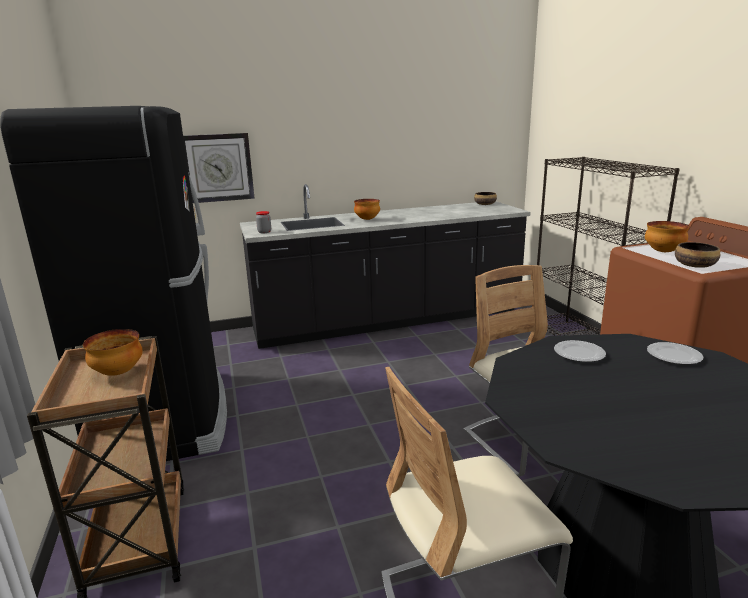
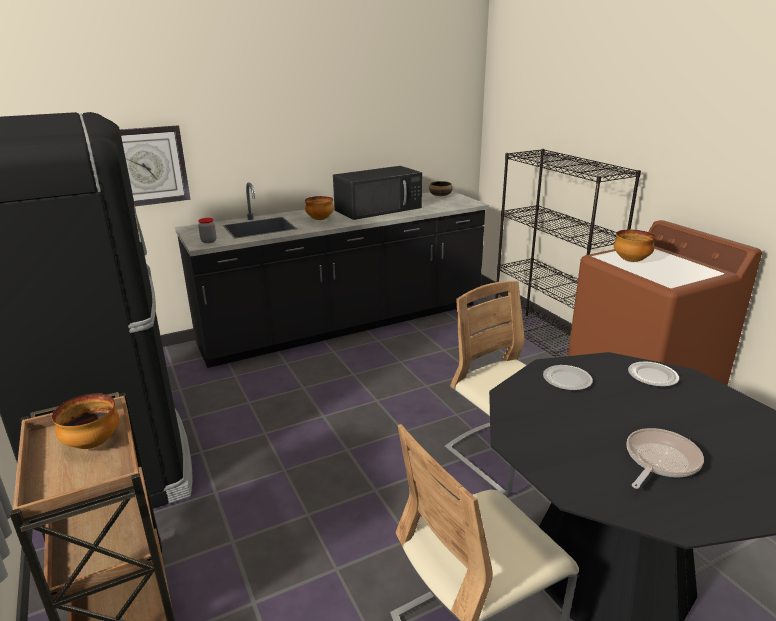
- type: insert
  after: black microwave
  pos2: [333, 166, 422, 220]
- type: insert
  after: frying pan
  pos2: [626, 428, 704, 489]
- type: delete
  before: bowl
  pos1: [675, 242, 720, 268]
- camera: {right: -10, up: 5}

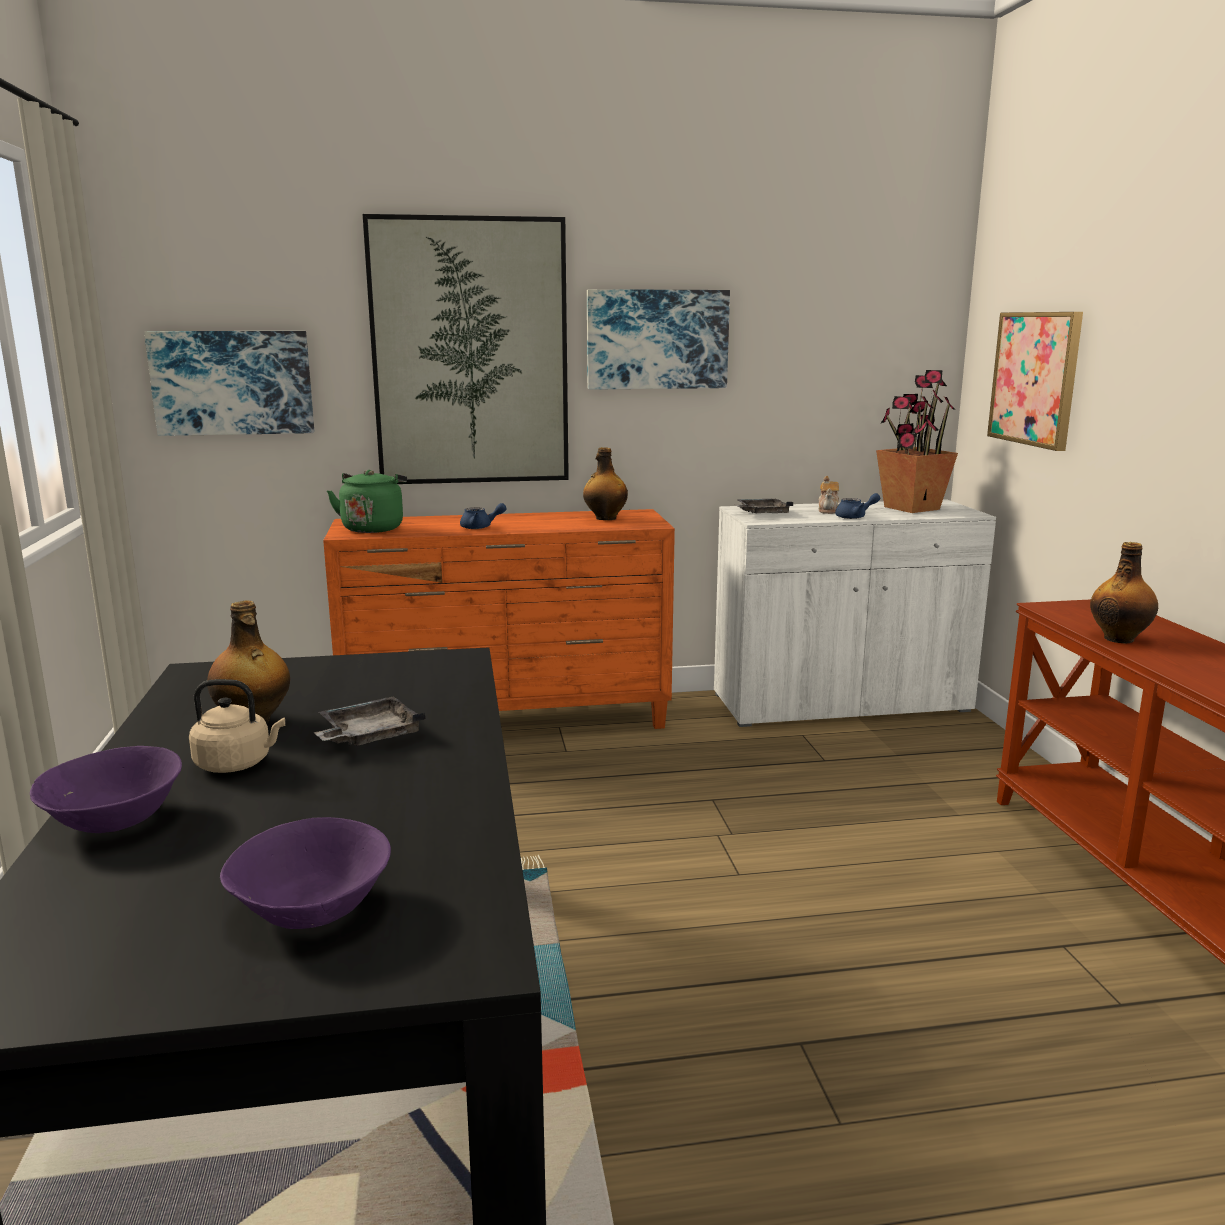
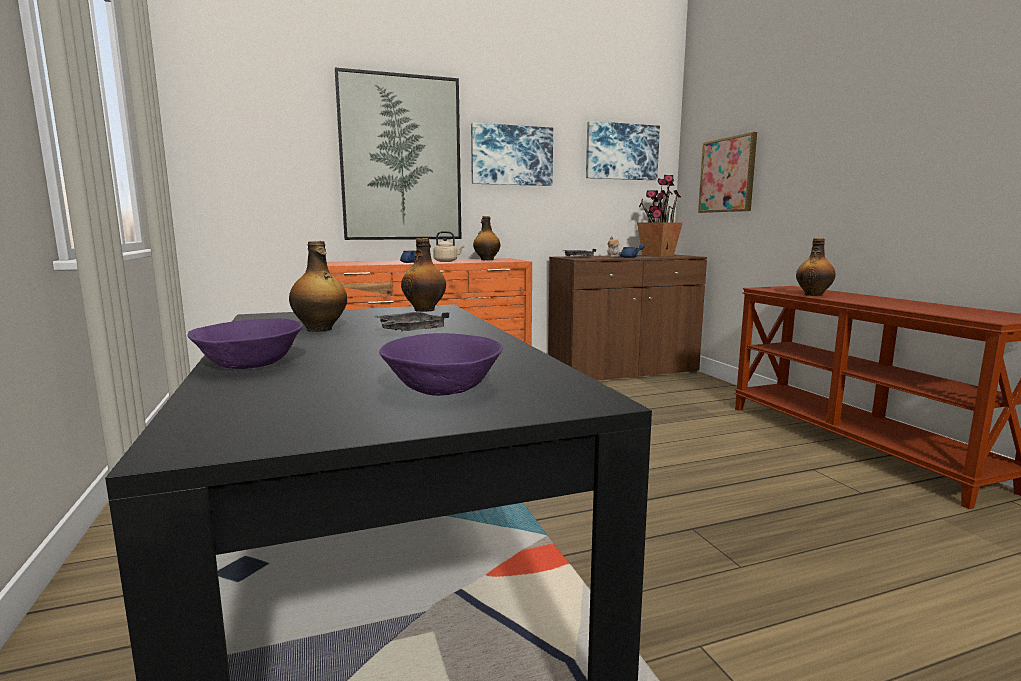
- type: insert
  after: bottle
  pos2: [401, 238, 446, 312]
- type: move
  before: beige kettle
  pos1: [189, 679, 285, 773]
  pos2: [433, 231, 465, 262]
- type: recolor
  before: white cabinet
  after: brown cabinet
  pos1: [714, 500, 996, 727]
  pos2: [548, 254, 707, 381]
- type: move
  before: picture
  pos1: [144, 331, 314, 436]
  pos2: [586, 121, 660, 180]
- type: delete
  before: green kettle
  pos1: [327, 470, 407, 533]
- camera: {right: -10, up: -5}

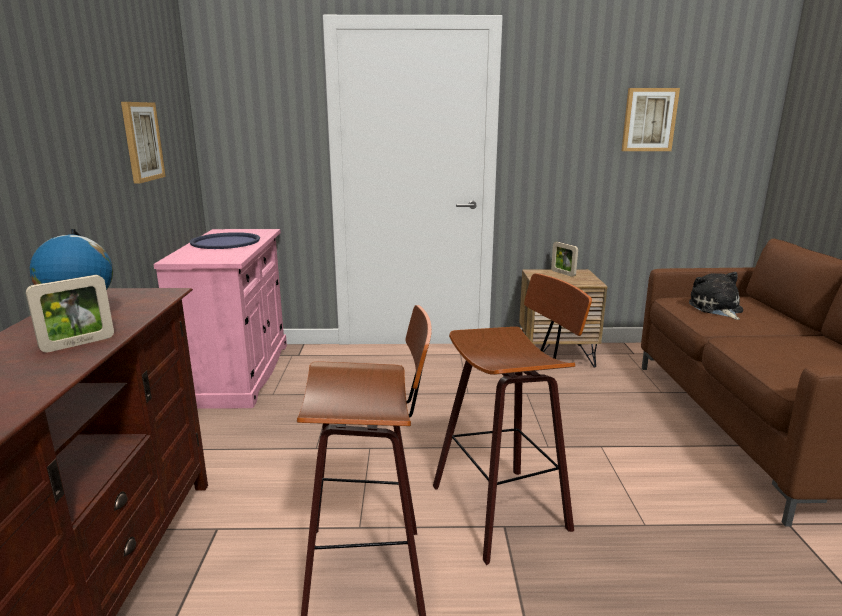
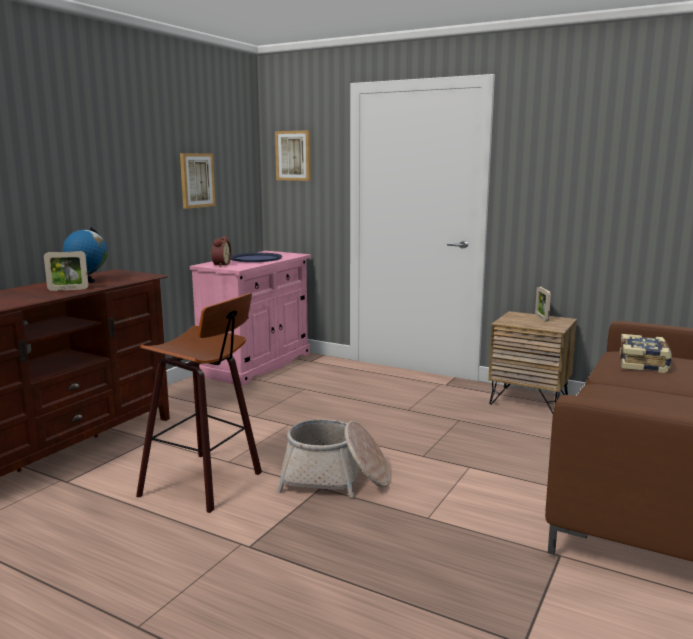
- type: insert
  after: alarm clock
  pos2: [210, 236, 231, 267]
- type: move
  before: picture
  pos1: [622, 88, 680, 151]
  pos2: [275, 130, 311, 181]
- type: replace
  before: stool
  after: basket
  pos1: [433, 273, 592, 565]
  pos2: [276, 419, 390, 498]
- type: replace
  before: plush toy
  after: book
  pos1: [689, 272, 743, 320]
  pos2: [620, 334, 672, 373]
- camera: {right: 30, up: -5}

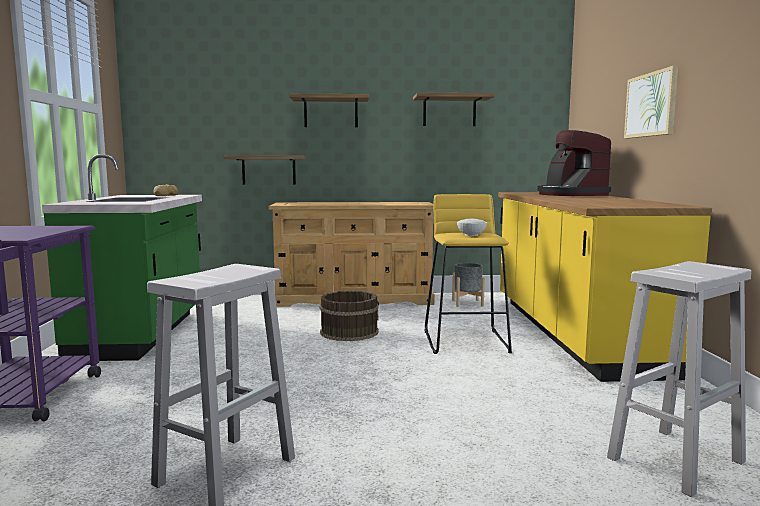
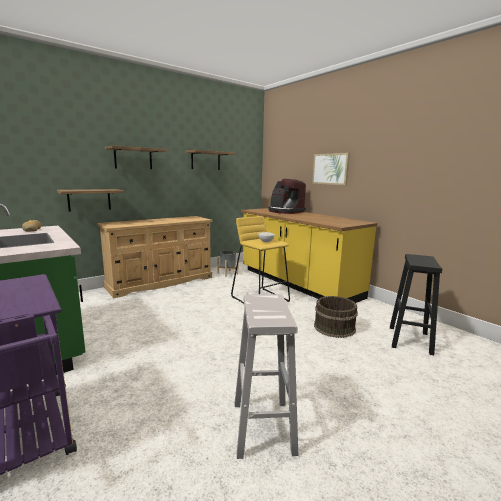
- type: move
  before: brown bucket
  pos1: [320, 291, 379, 341]
  pos2: [314, 296, 358, 338]
- type: recolor
  before: white stool
  after: black stool
  pos1: [607, 261, 751, 497]
  pos2: [390, 254, 442, 355]
- camera: {right: -35, up: 5}

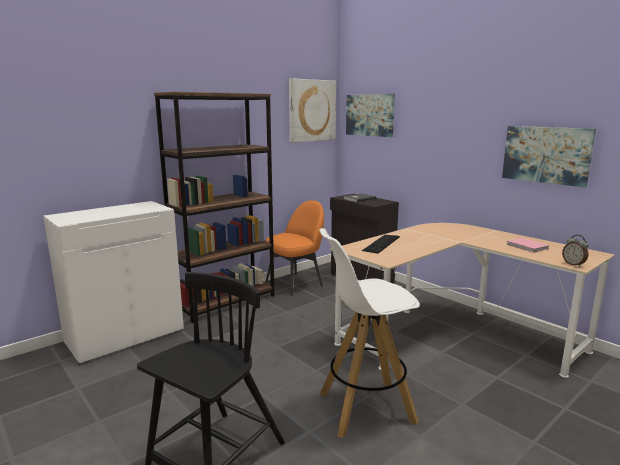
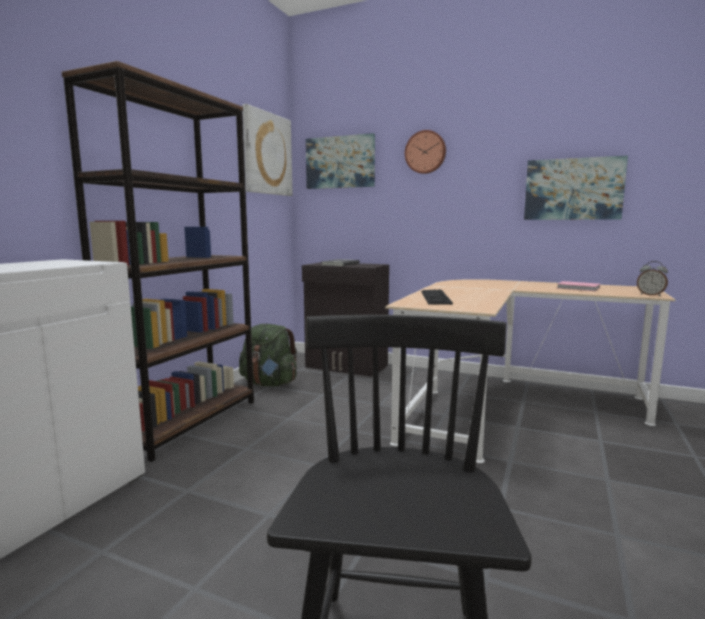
- type: replace
  before: orange chair
  after: green backpack
  pos1: [266, 200, 324, 296]
  pos2: [239, 324, 297, 386]
- type: insert
  after: wall clock
  pos2: [405, 130, 446, 174]
- type: delete
  before: white stool
  pos1: [319, 228, 420, 438]
- camera: {right: -25, up: -5}

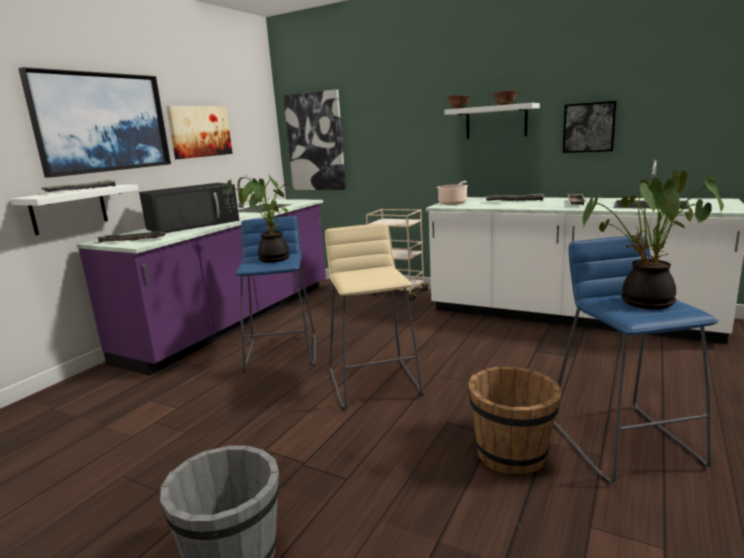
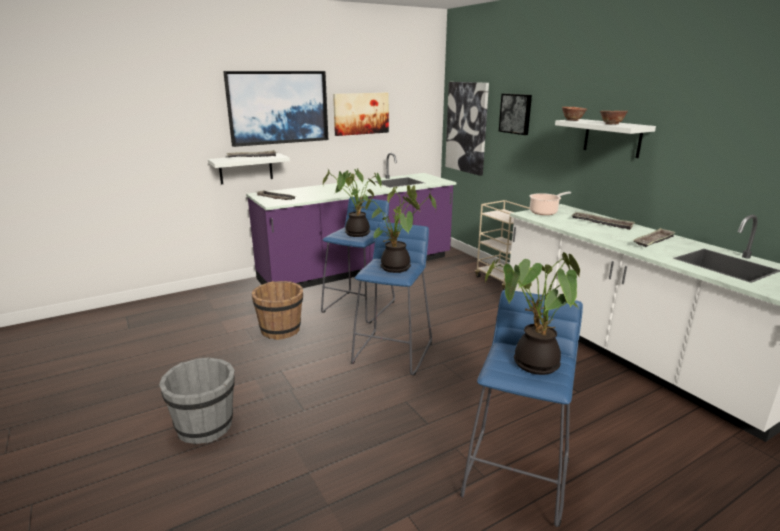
- type: move
  before: brown bucket
  pos1: [468, 366, 562, 474]
  pos2: [251, 281, 303, 340]
- type: recolor
  before: beige stool
  after: blue stool
  pos1: [325, 223, 424, 410]
  pos2: [351, 222, 432, 375]
- type: insert
  after: potted plant
  pos2: [365, 185, 436, 273]
- type: move
  before: picture
  pos1: [563, 101, 617, 153]
  pos2: [499, 94, 532, 135]
- type: delete
  before: black microwave
  pos1: [139, 183, 239, 233]
- camera: {right: 30, up: 5}

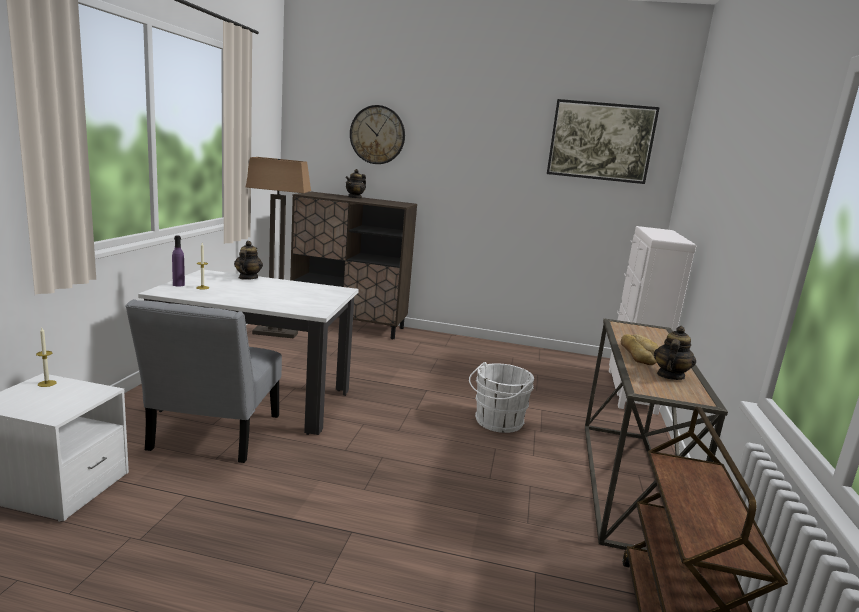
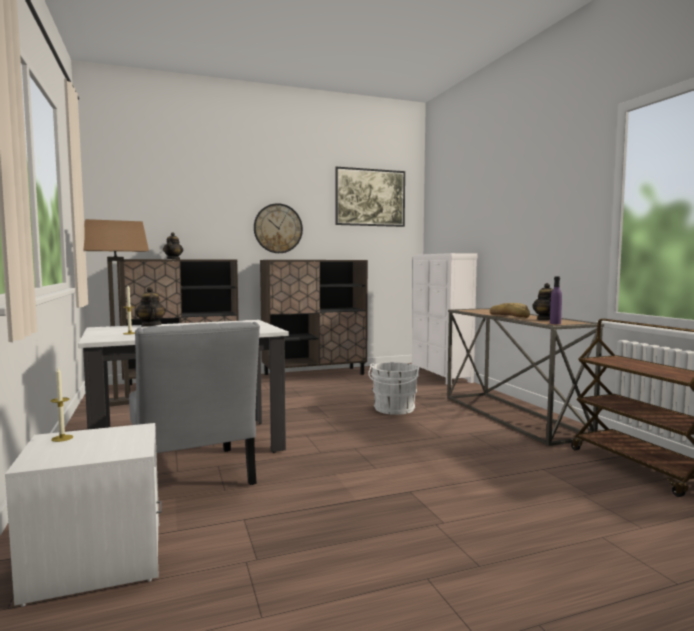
- type: move
  before: wall clock
  pos1: [350, 105, 405, 164]
  pos2: [254, 203, 303, 253]
- type: insert
  after: brown cabinet
  pos2: [260, 260, 368, 375]
- type: move
  before: purple bottle
  pos1: [172, 236, 185, 287]
  pos2: [550, 276, 562, 324]
- camera: {right: -30, up: -10}

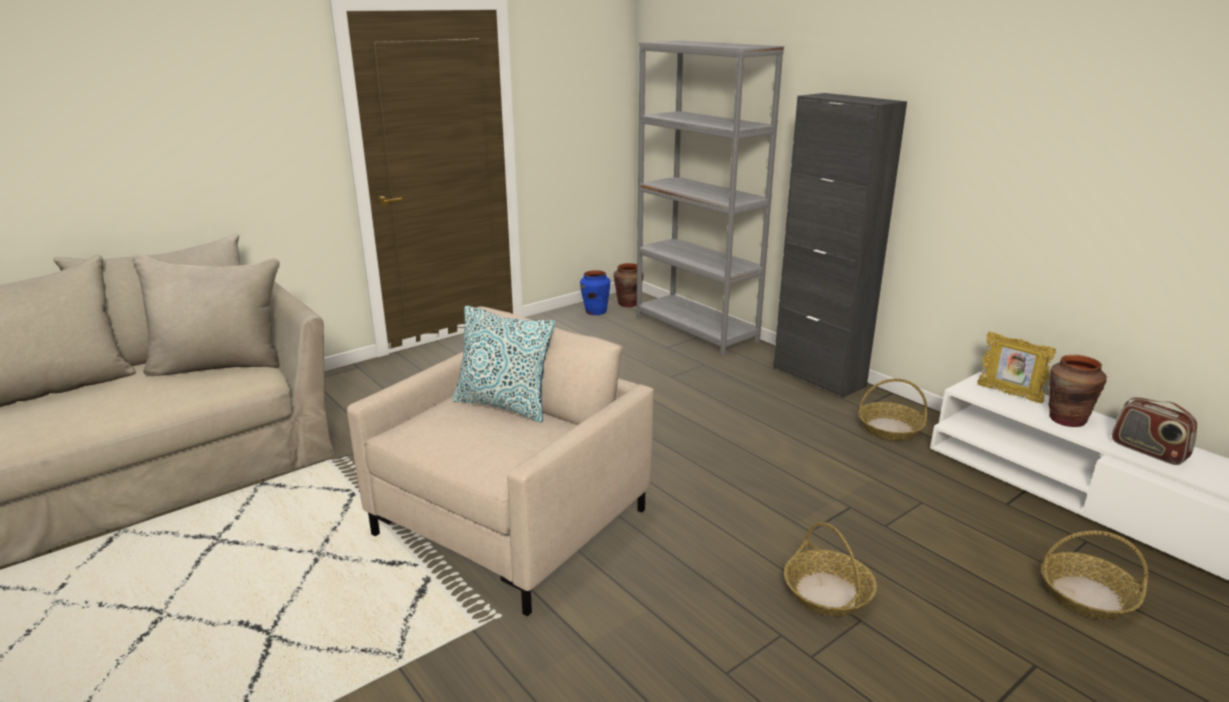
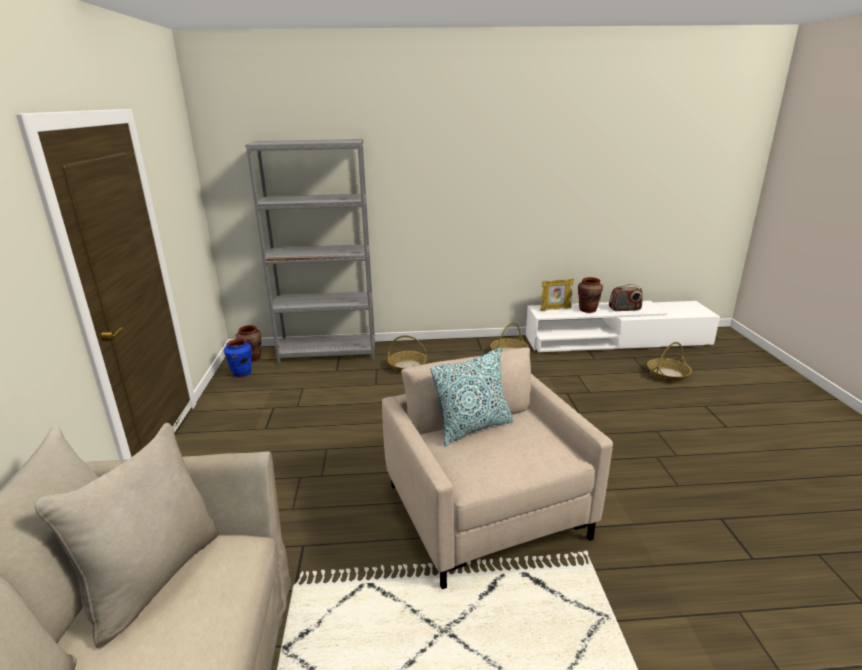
- type: move
  before: basket
  pos1: [784, 522, 877, 616]
  pos2: [388, 335, 428, 373]
- type: delete
  before: black cabinet
  pos1: [773, 93, 907, 398]
- camera: {right: -55, up: 0}

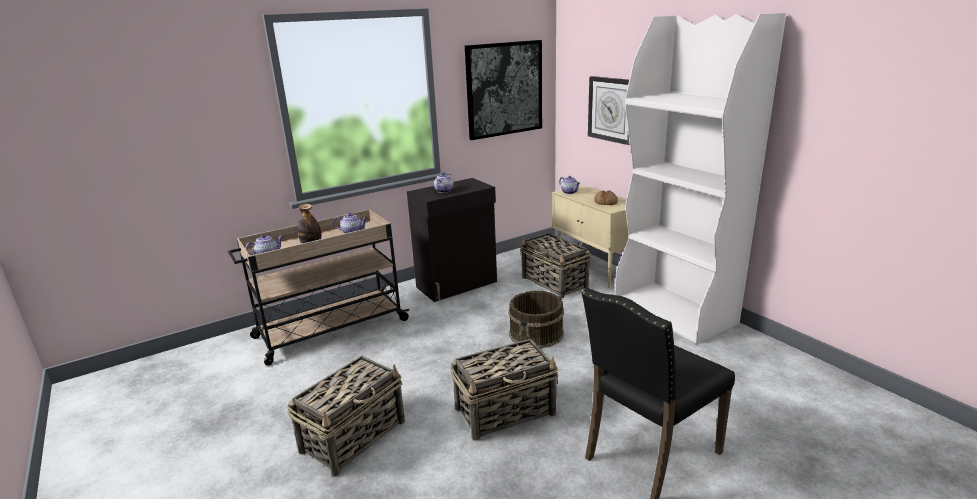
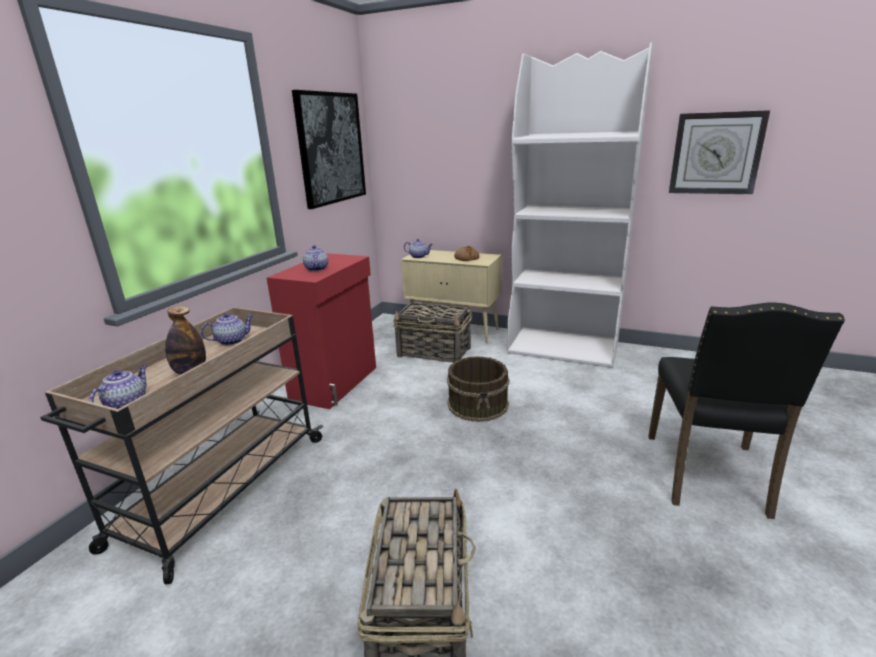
- type: recolor
  before: black cabinet
  after: red cabinet
  pos1: [407, 178, 497, 302]
  pos2: [267, 253, 376, 409]
- type: move
  before: wall clock
  pos1: [588, 76, 630, 145]
  pos2: [669, 110, 770, 194]
- type: delete
  before: basket
  pos1: [450, 339, 558, 441]
- camera: {right: -35, up: 0}

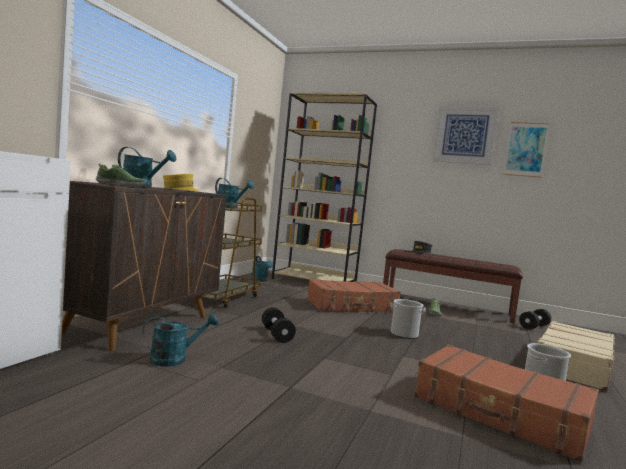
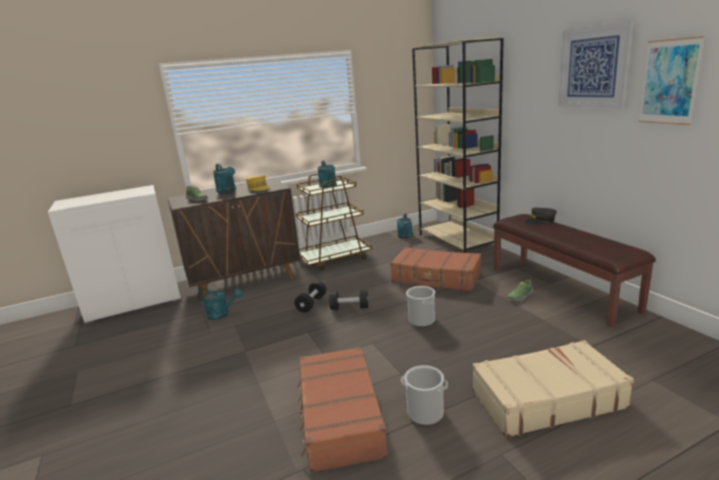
- type: move
  before: black dumbbell
  pos1: [519, 309, 551, 329]
  pos2: [329, 290, 369, 310]
- camera: {right: 45, up: 15}

